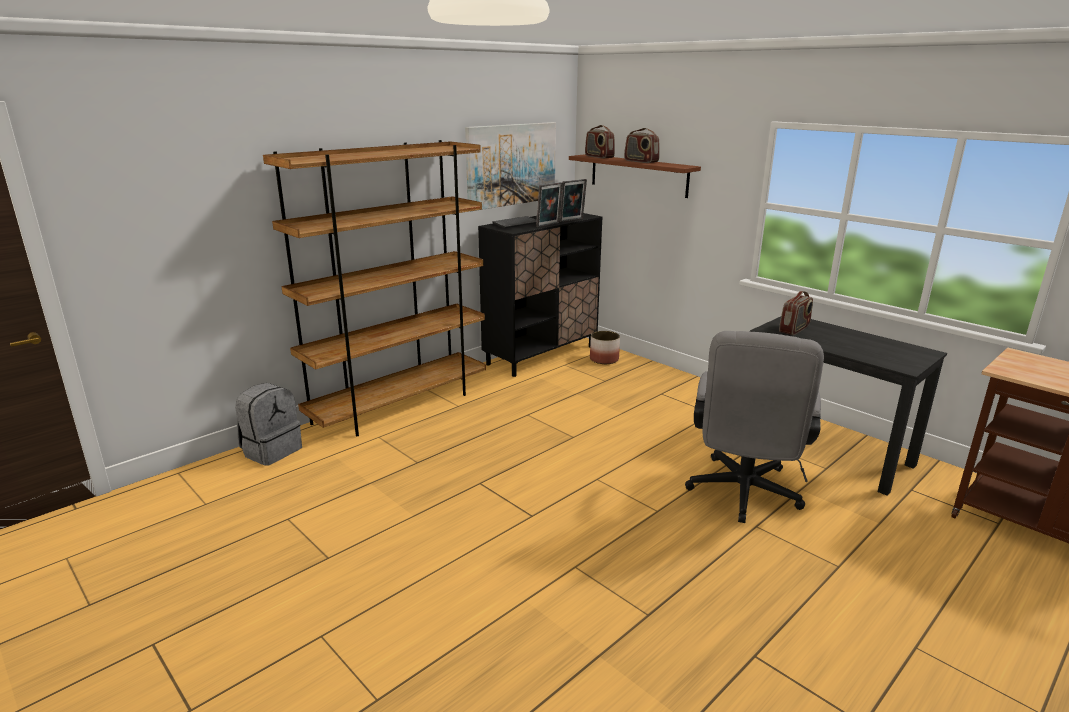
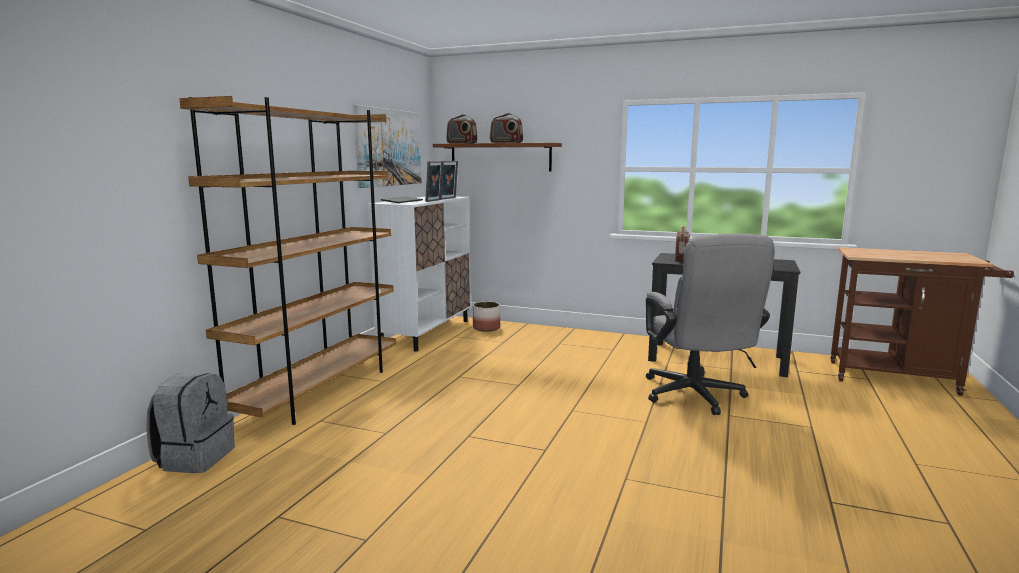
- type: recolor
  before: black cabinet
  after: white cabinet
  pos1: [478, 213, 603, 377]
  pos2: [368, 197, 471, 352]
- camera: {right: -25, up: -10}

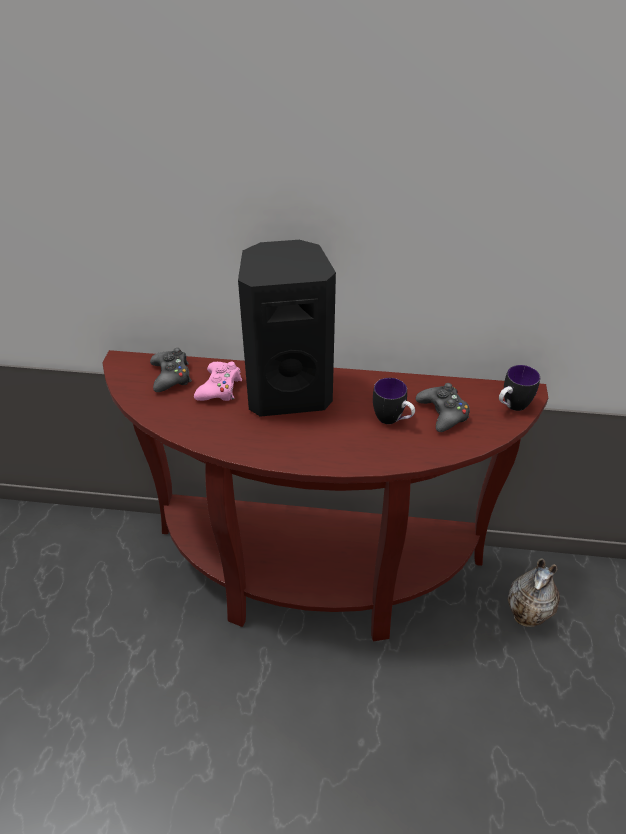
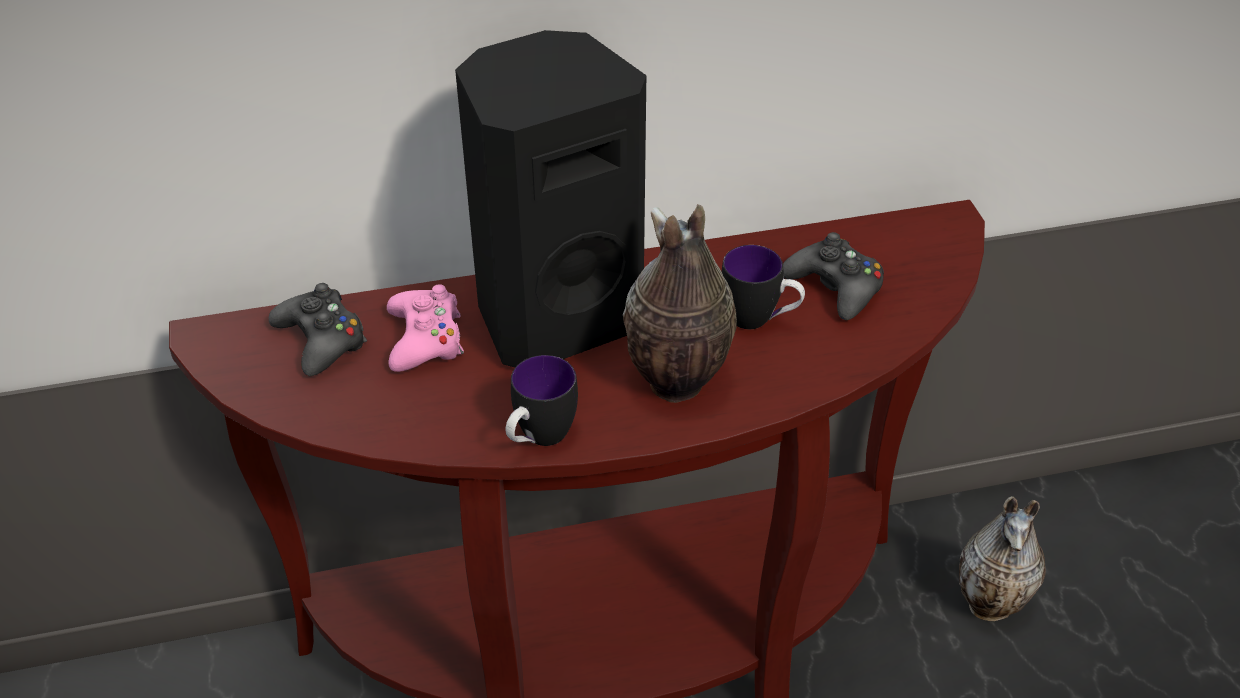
- type: move
  before: mug
  pos1: [499, 365, 540, 411]
  pos2: [505, 355, 578, 446]
- type: insert
  after: vase
  pos2: [623, 204, 737, 403]
- camera: {right: -20, up: 0}

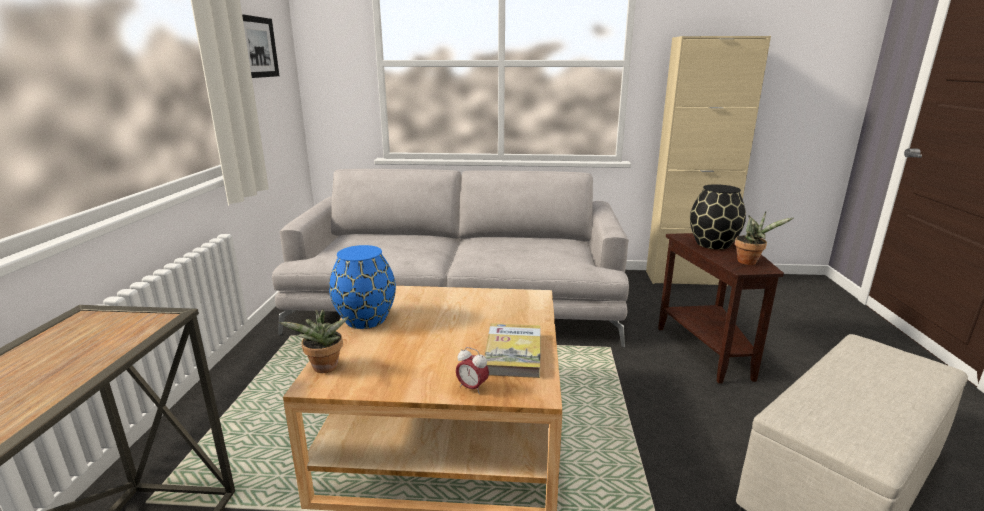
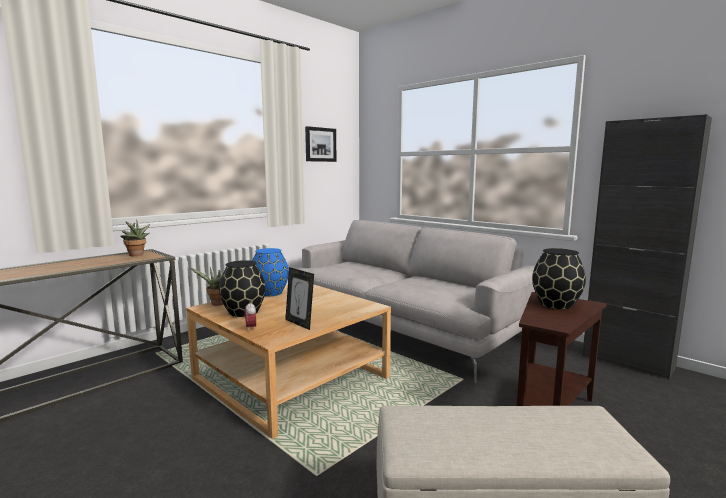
- type: move
  before: potted plant
  pos1: [735, 212, 793, 265]
  pos2: [120, 219, 150, 256]
- type: insert
  after: black vase
  pos2: [219, 260, 266, 317]
- type: replace
  before: book
  after: picture frame
  pos1: [484, 323, 540, 378]
  pos2: [285, 267, 314, 330]
- type: recolor
  before: beige cabinet
  after: black cabinet
  pos1: [646, 36, 771, 286]
  pos2: [582, 114, 712, 380]
- camera: {right: 40, up: -10}

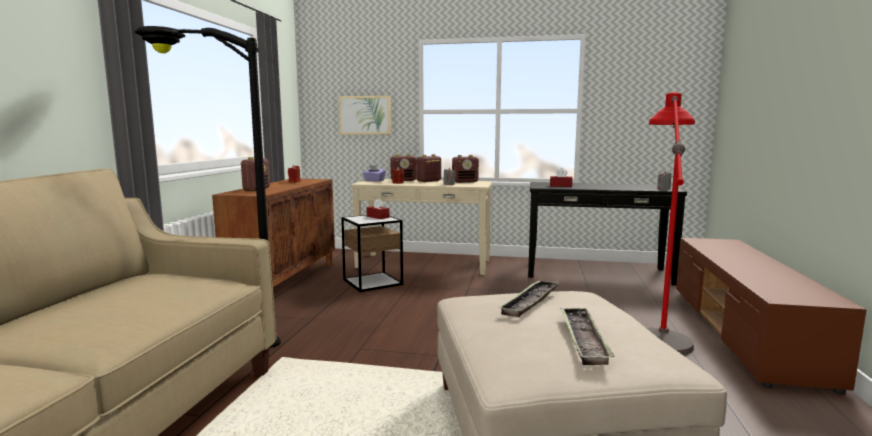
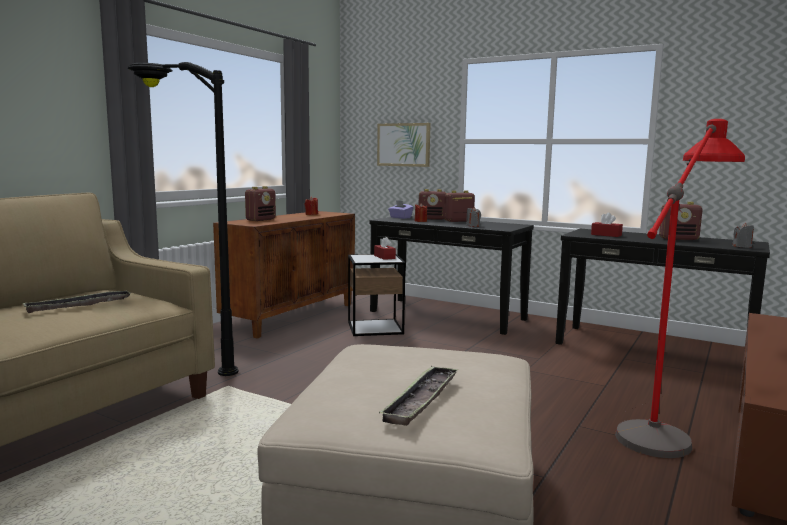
- type: move
  before: tray
  pos1: [499, 280, 559, 317]
  pos2: [23, 290, 131, 313]
- type: recolor
  before: beige console table
  after: black console table
  pos1: [351, 179, 492, 275]
  pos2: [370, 216, 534, 335]
- type: move
  before: radio
  pos1: [452, 155, 479, 183]
  pos2: [659, 202, 702, 240]
- camera: {right: 20, up: 0}

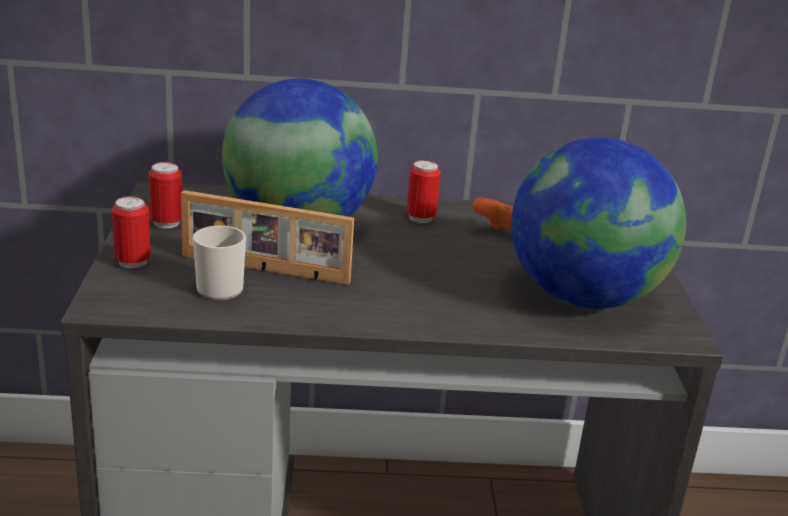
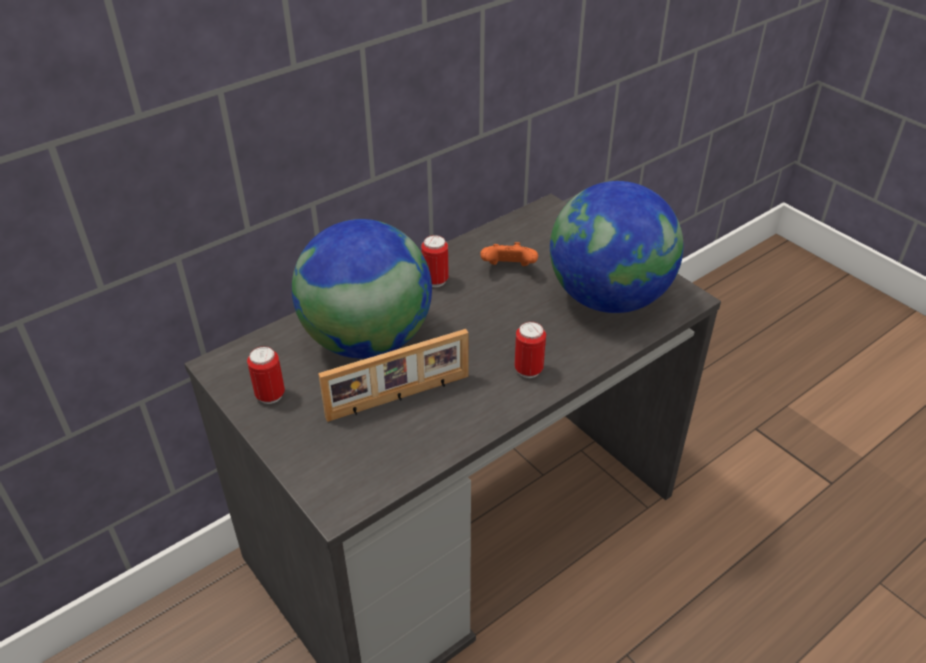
- type: move
  before: can
  pos1: [112, 196, 151, 268]
  pos2: [514, 321, 546, 378]
- type: delete
  before: mug
  pos1: [193, 225, 246, 300]
- camera: {right: -35, up: 15}

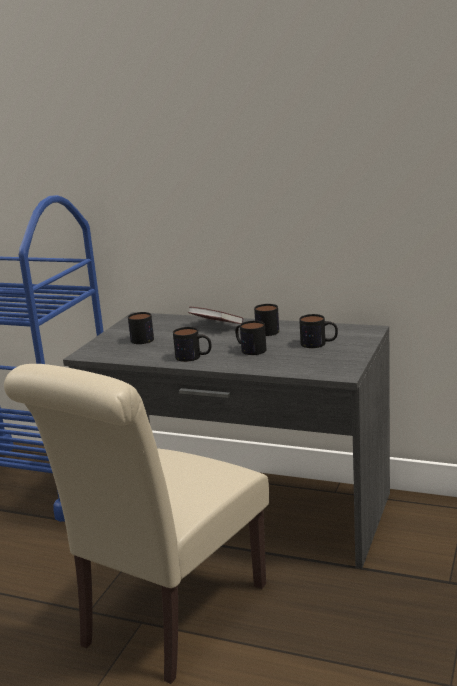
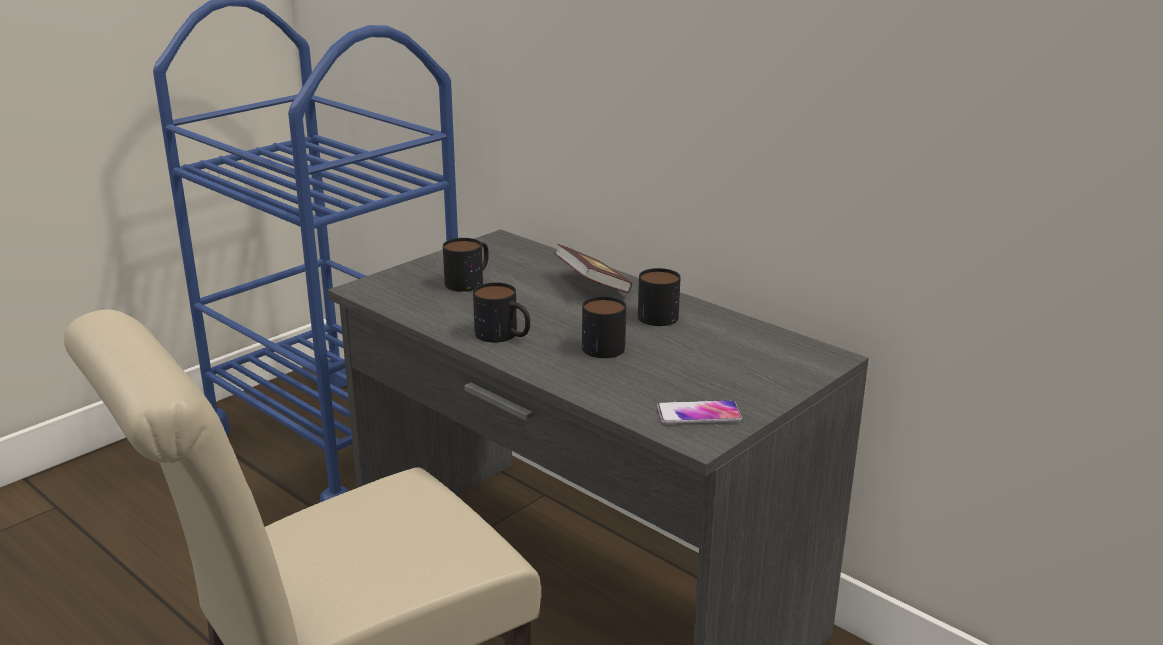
- type: insert
  after: phone
  pos2: [657, 400, 742, 424]
- type: delete
  before: mug
  pos1: [299, 314, 338, 348]
- camera: {right: 20, up: 5}

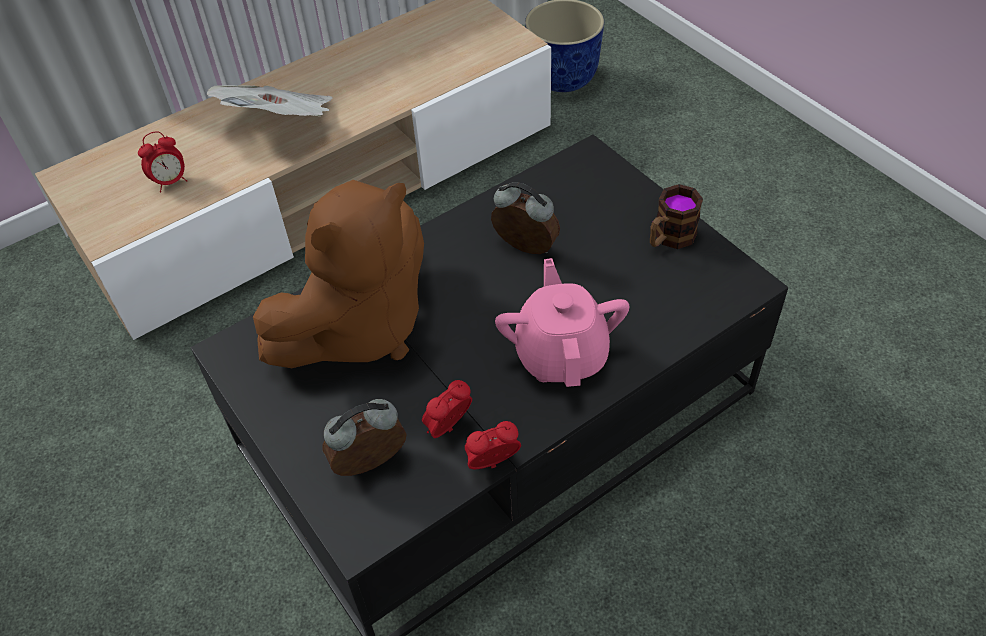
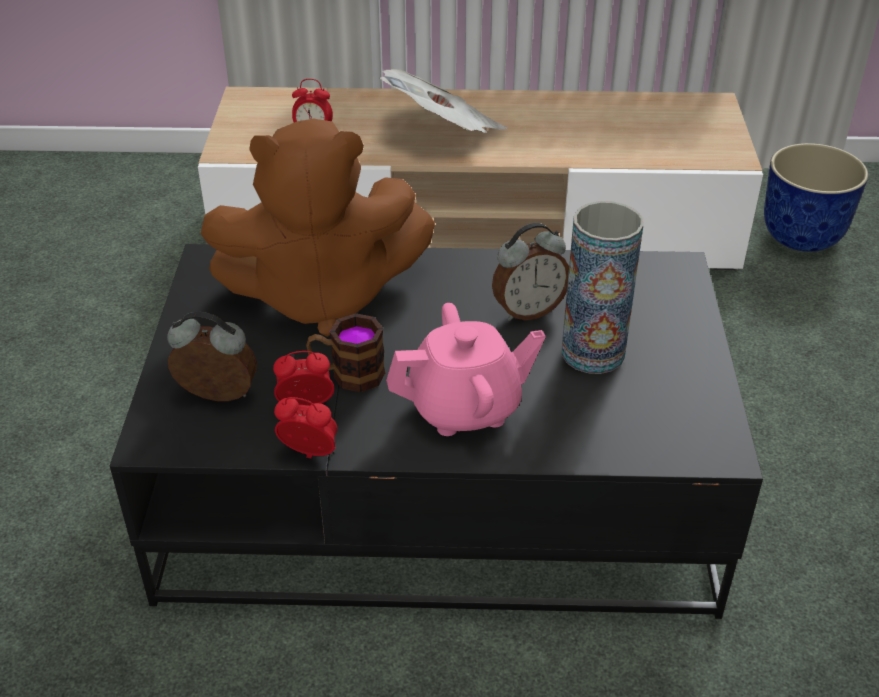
- type: move
  before: mug
  pos1: [650, 184, 703, 249]
  pos2: [306, 313, 385, 392]
- type: rotate
  before: pink teapot
  pos1: [495, 258, 630, 387]
  pos2: [386, 303, 546, 436]
  turn: 45
- type: rotate
  before: alarm clock
  pos1: [491, 182, 560, 254]
  pos2: [492, 223, 569, 321]
  turn: 90
- type: insert
  after: vase
  pos2: [562, 201, 643, 374]
- camera: {right: 35, up: -10}

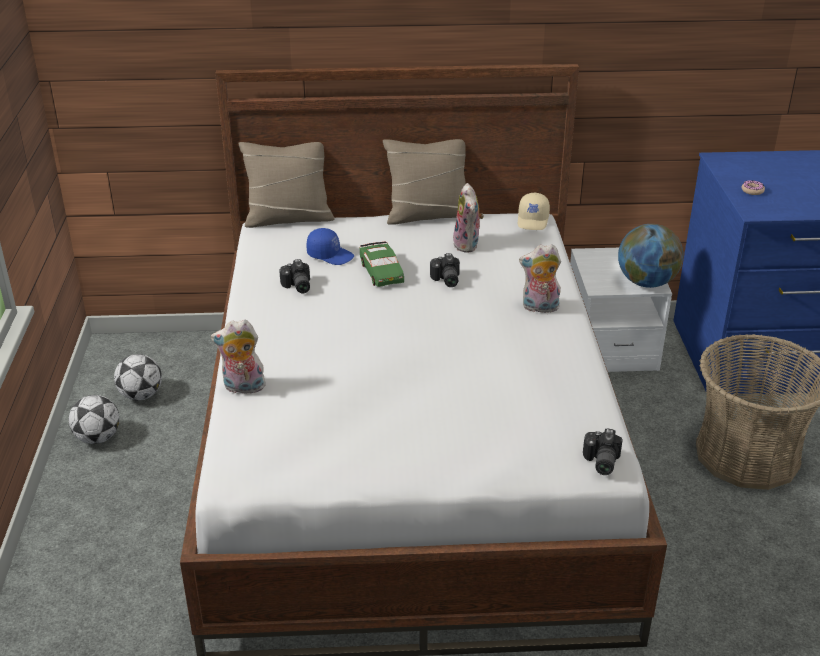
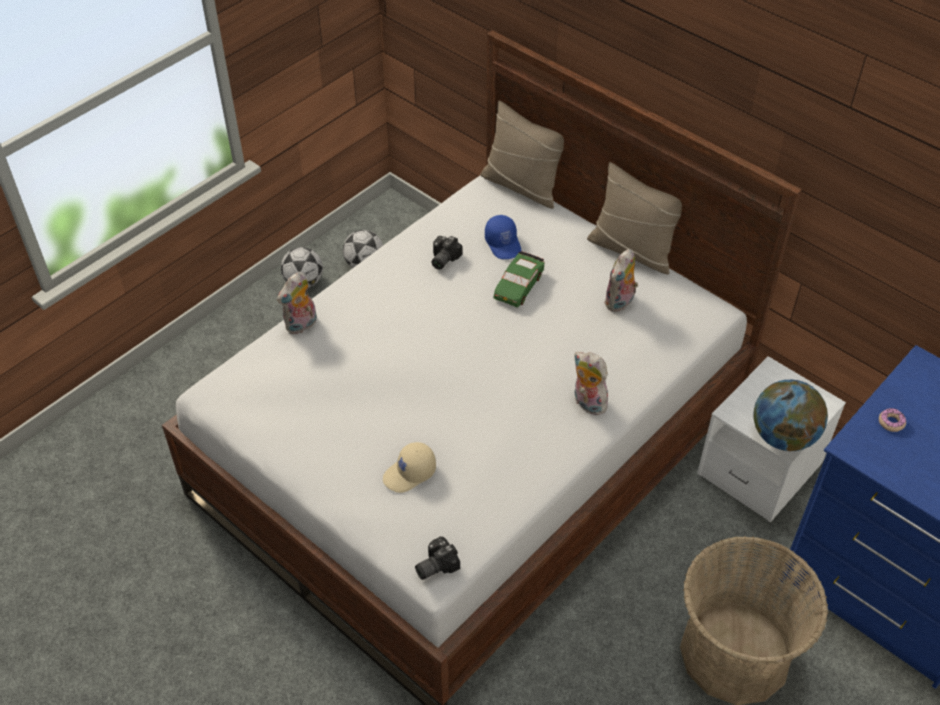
- type: rotate
  before: plush toy
  pos1: [211, 320, 267, 394]
  pos2: [277, 272, 317, 334]
  turn: -90
- type: move
  before: beige cap
  pos1: [518, 193, 550, 230]
  pos2: [383, 442, 436, 493]
- type: delete
  before: photo camera
  pos1: [430, 253, 460, 287]
- camera: {right: 45, up: 15}

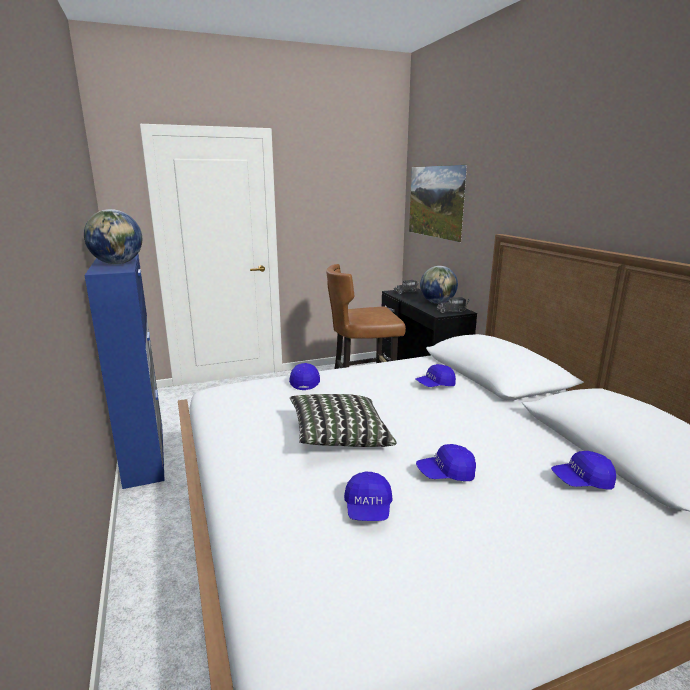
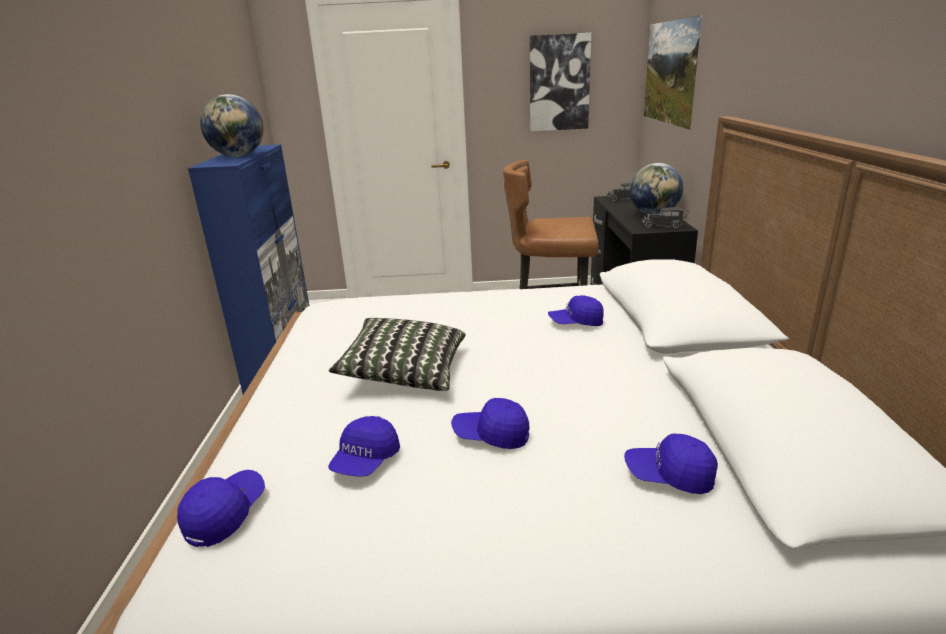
- type: move
  before: blue cap
  pos1: [289, 363, 320, 390]
  pos2: [177, 470, 265, 547]
- type: insert
  after: picture
  pos2: [530, 33, 591, 131]
- camera: {right: 20, up: 5}

